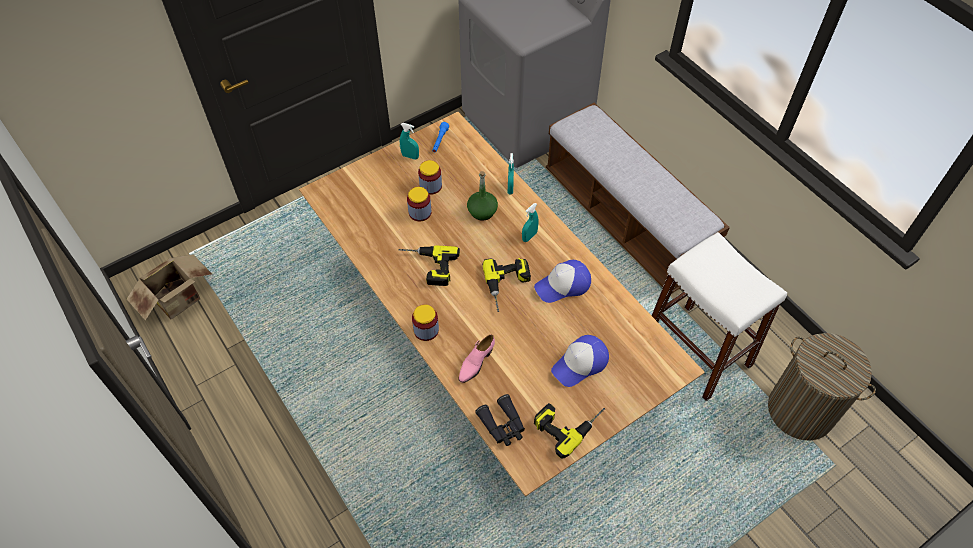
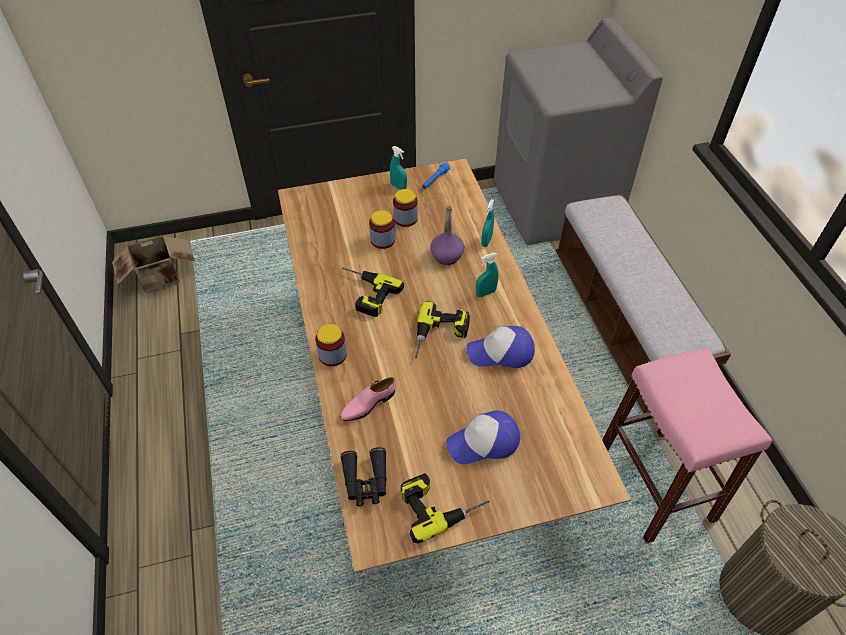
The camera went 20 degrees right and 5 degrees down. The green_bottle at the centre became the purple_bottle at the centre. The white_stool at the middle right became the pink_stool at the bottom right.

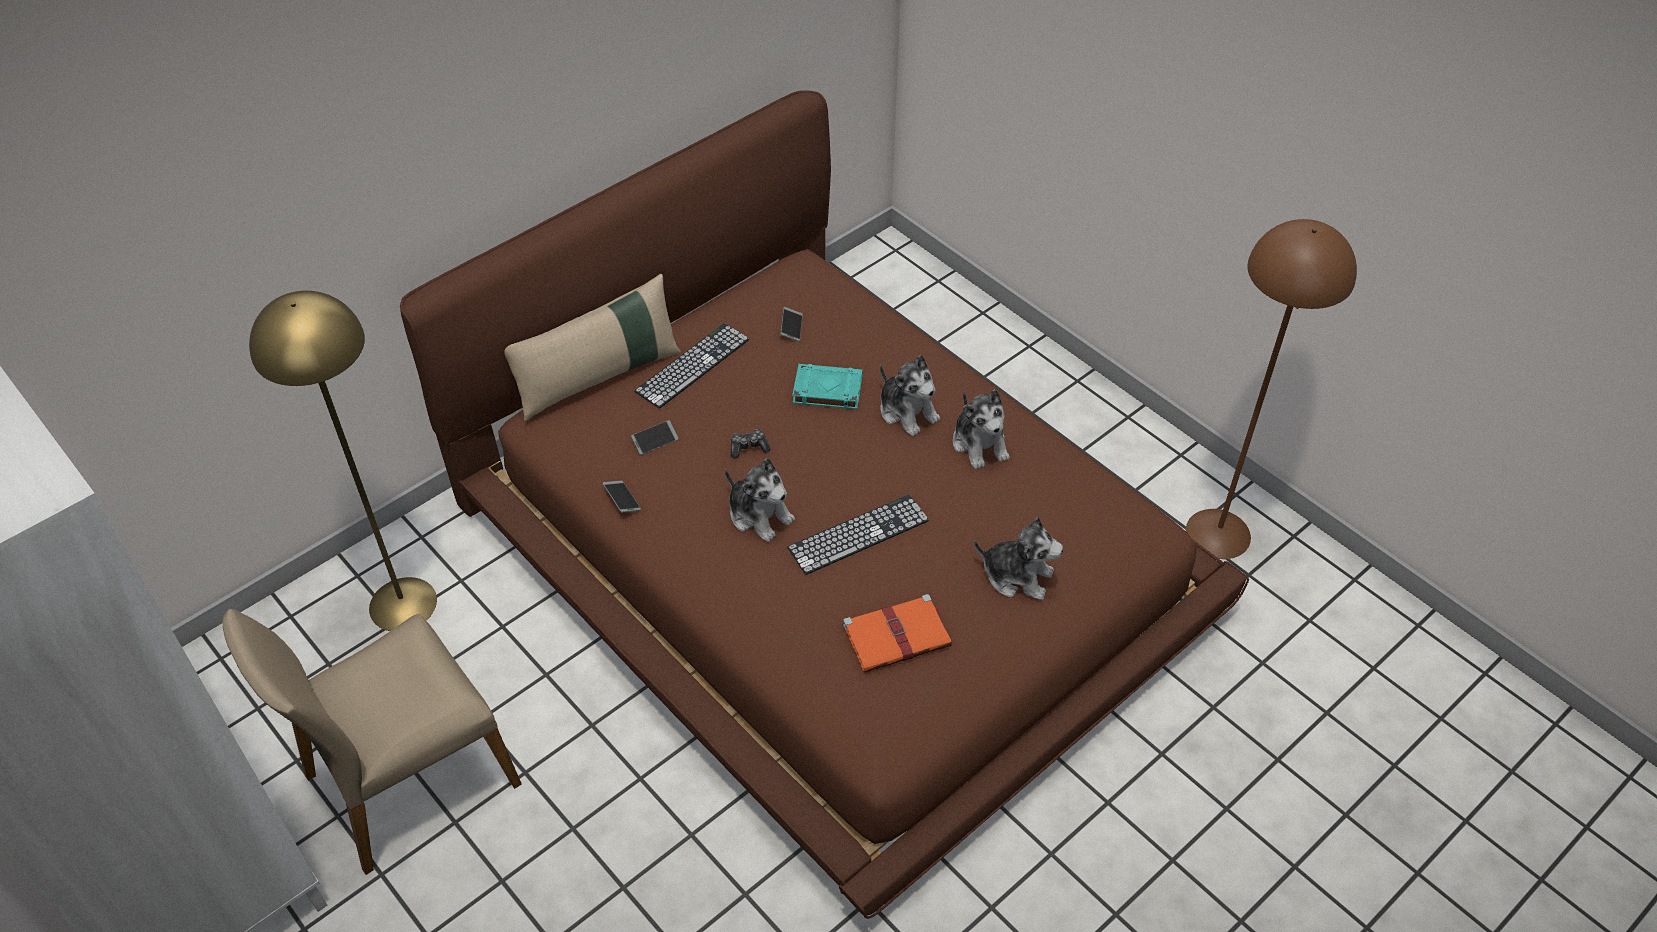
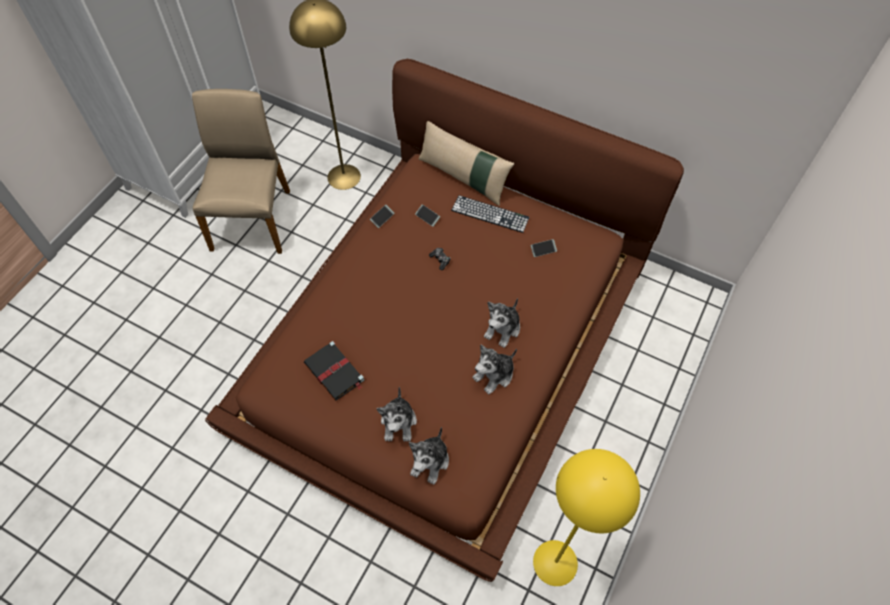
The camera went 70 degrees right and 10 degrees up. The beige_chair at the bottom left turned 60 degrees clockwise. The orange_book at the bottom centre became the black_book at the centre. The plush_toy (1st from left in the first image) moved from the centre to the bottom centre. The brown_floor_lamp at the middle right became the yellow_floor_lamp (2nd from left) at the bottom centre. The keyboard (2nd from left) at the centre disappeared. The turquoise_book at the centre disappeared.

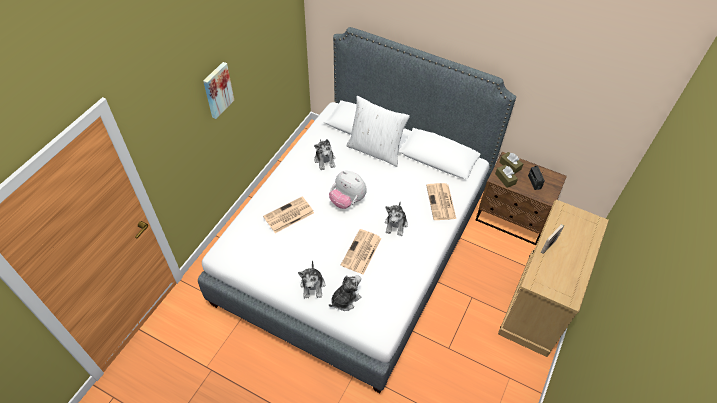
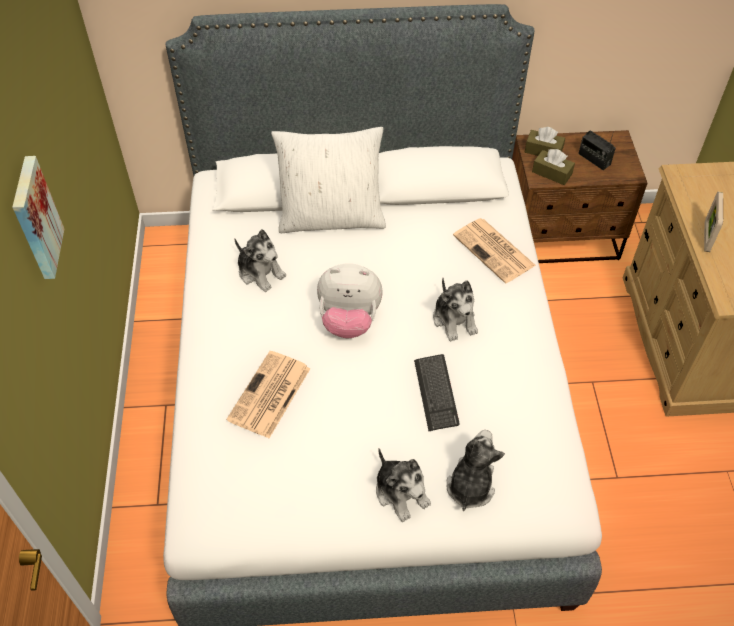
The camera went 30 degrees left and 0 degrees up. The newspaper (2nd from left) at the centre was replaced by the keyboard at the centre.

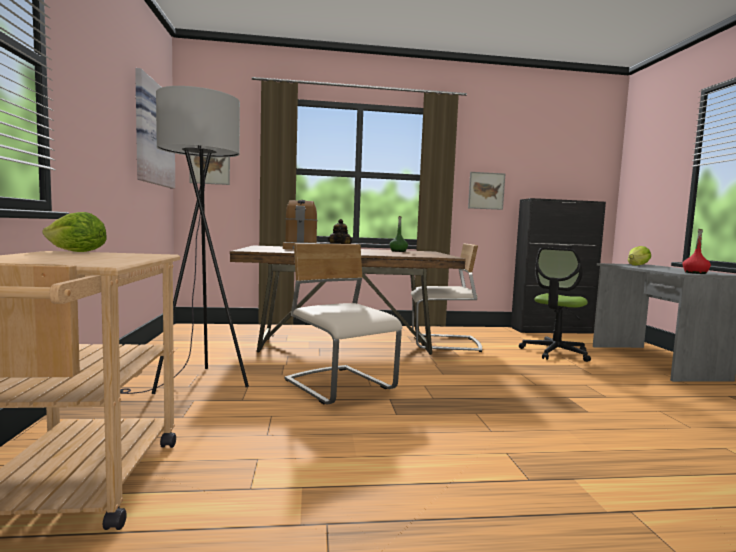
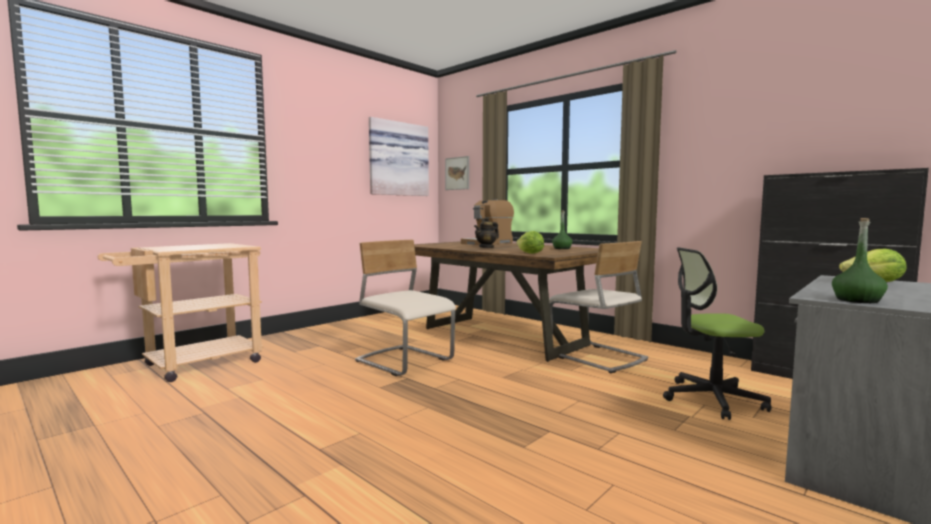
The camera went 50 degrees right and 0 degrees up. The beige_chair (1st from left) at the centre turned 60 degrees counterclockwise. The lettuce (1st from left) moved from the middle left to the centre. The red_bottle at the middle right became the green_bottle (2nd from left) at the middle right. The grey_floor_lamp at the middle left disappeared. The picture (3rd from left) at the centre disappeared.

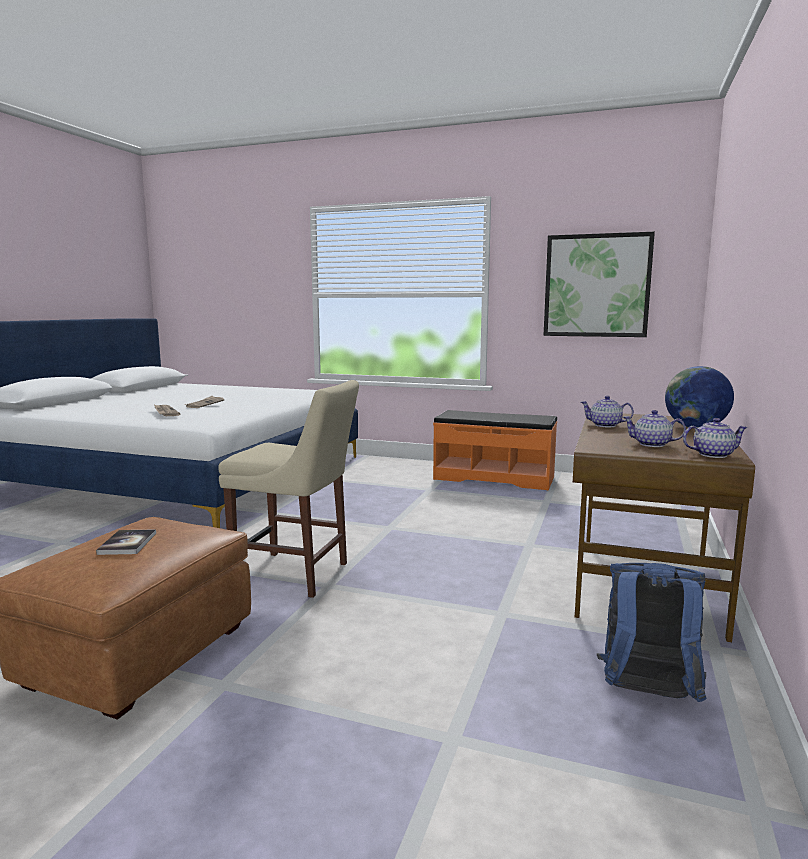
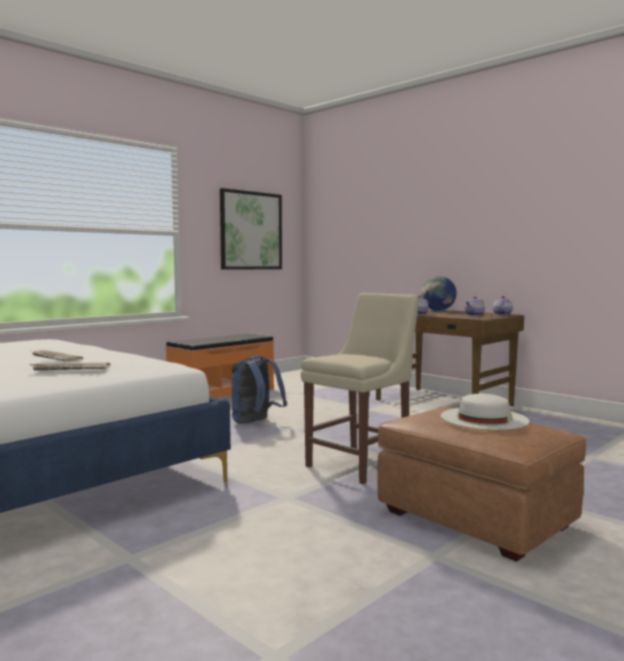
The camera went 65 degrees left and 5 degrees down. The blue_backpack moved from the bottom right to the centre. The book at the middle left was replaced by the white_hat at the middle right.

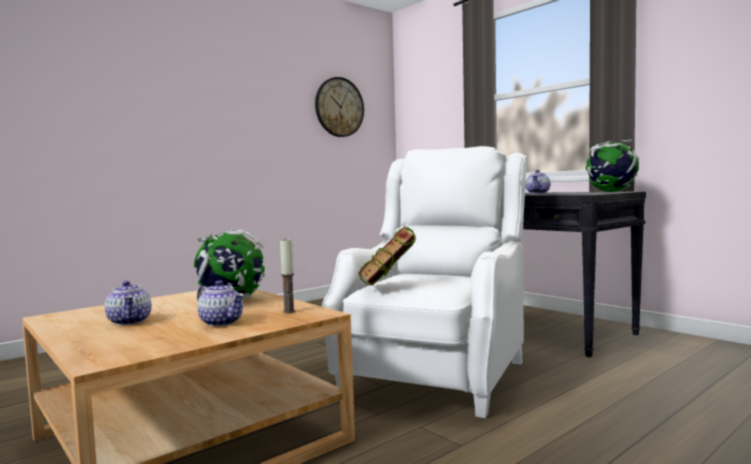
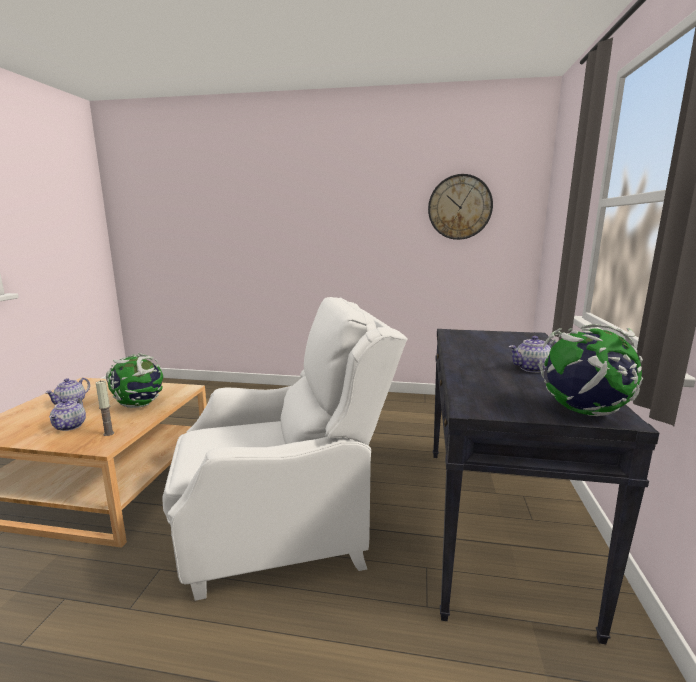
The camera went 50 degrees right and 10 degrees up. The book at the centre disappeared.

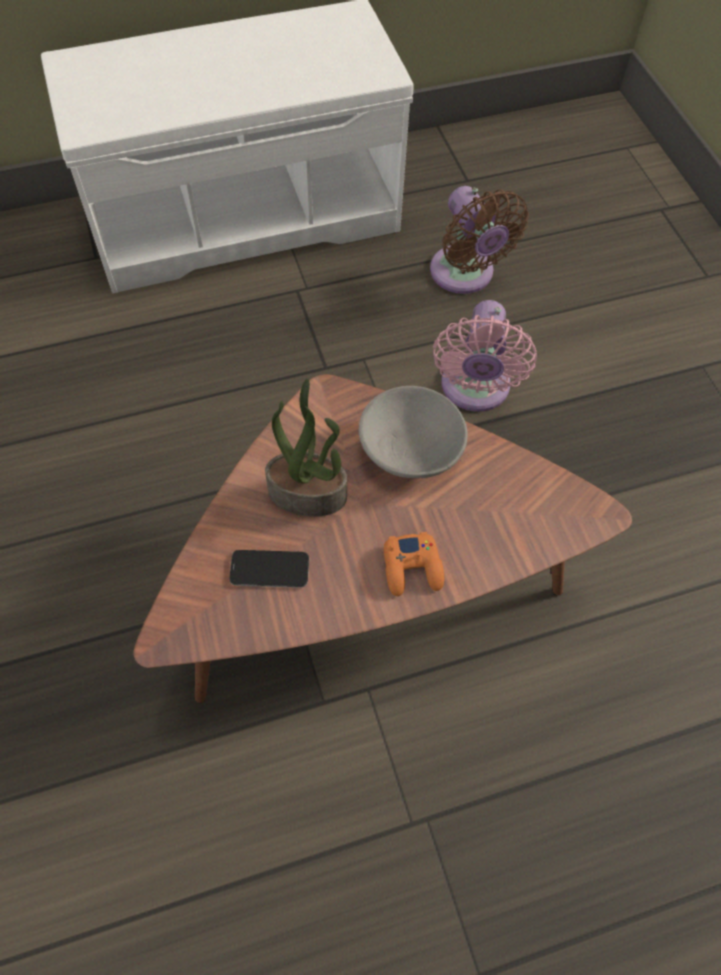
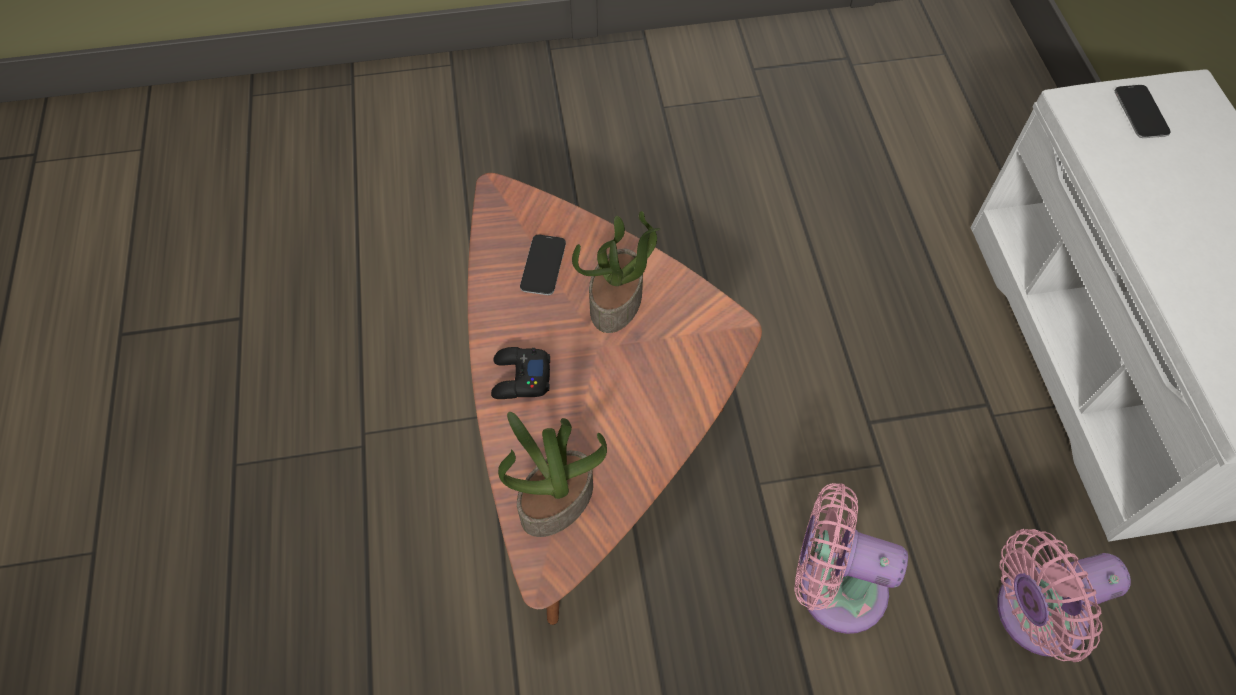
The camera went 100 degrees right and 0 degrees up. The orange_game_controller at the centre became the black_game_controller at the centre. The potted_plant (1st from left) at the bottom centre appeared. The brown_fan at the top centre became the pink_fan (2nd from left) at the bottom right. The phone (2nd from left) at the top right appeared. The grey_bowl at the centre disappeared.

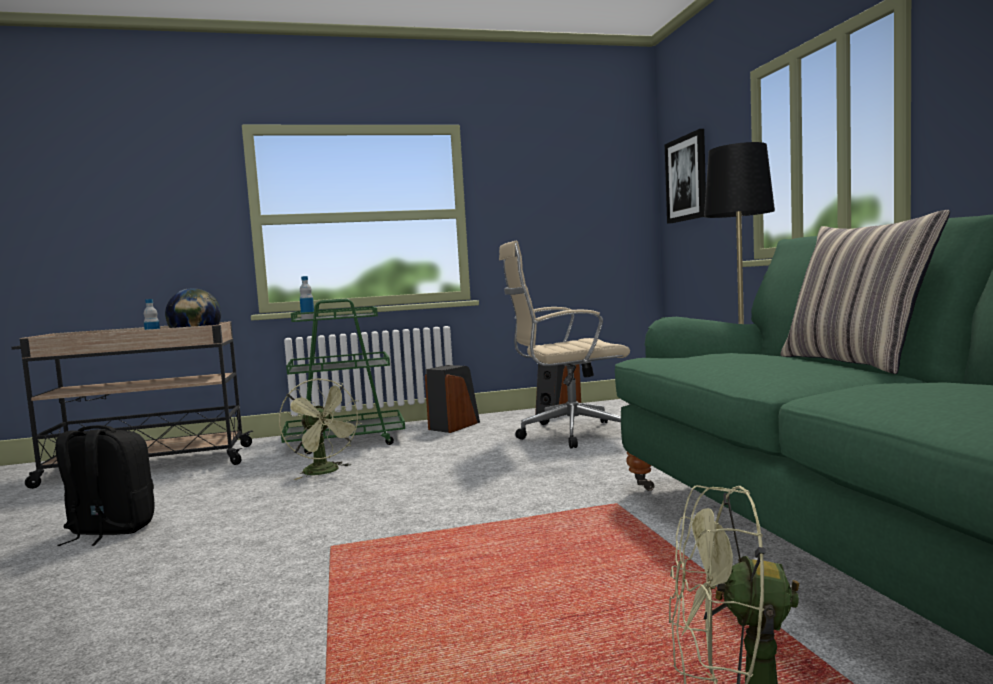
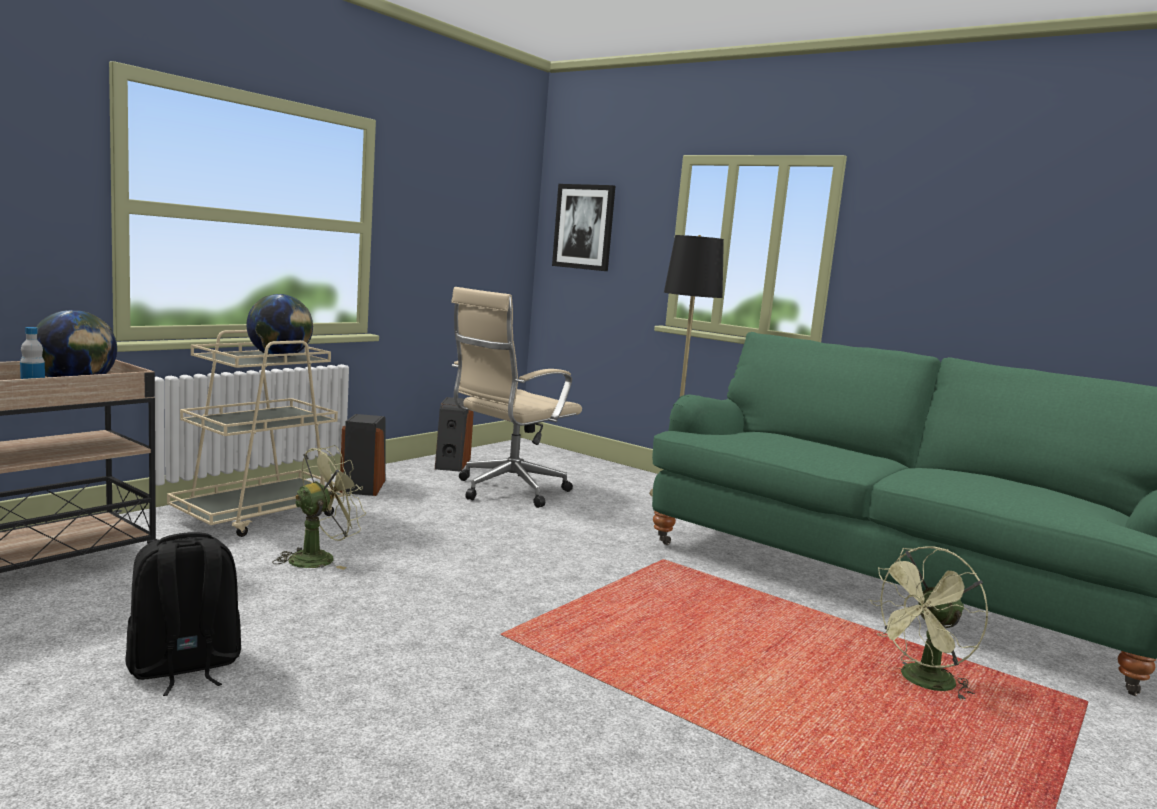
The camera went 40 degrees left and 5 degrees up. The green_cart at the centre became the beige_cart (2nd from left) at the middle left. The globe (2nd from left) at the middle left appeared. The green_fan (1st from left) at the middle left turned 60 degrees counterclockwise. The bottle (2nd from left) at the middle left disappeared. The pillow at the middle right disappeared.

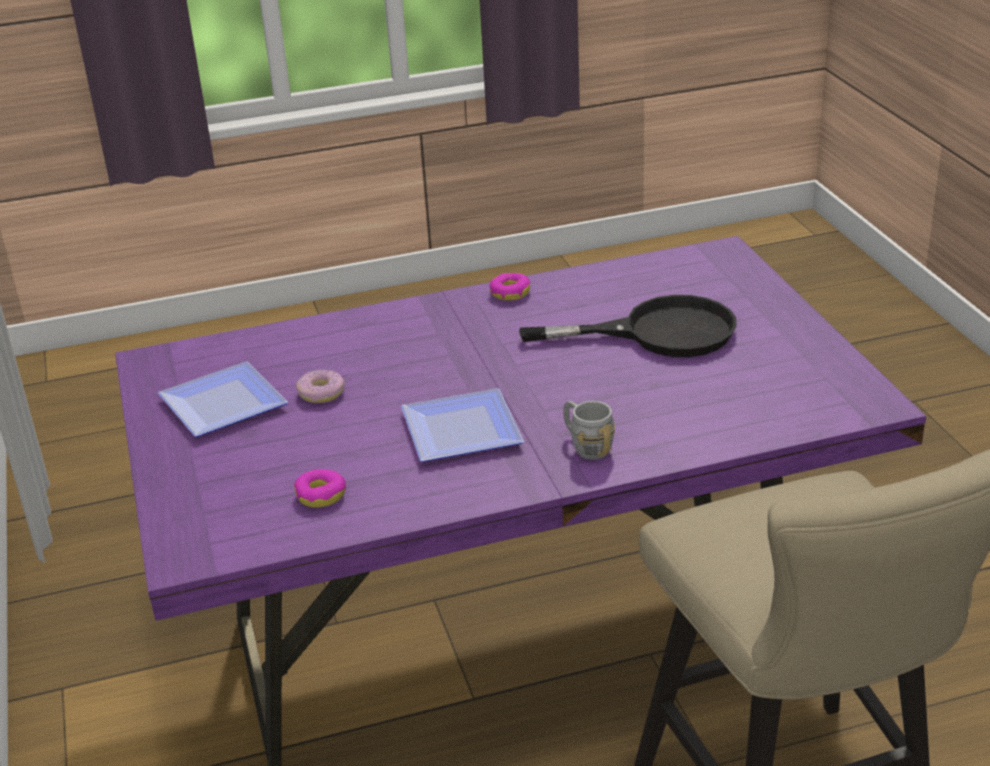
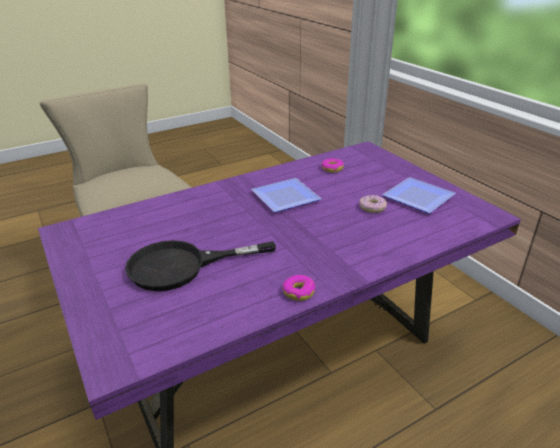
The camera went 165 degrees right and 0 degrees up. The grey_mug at the centre disappeared.

